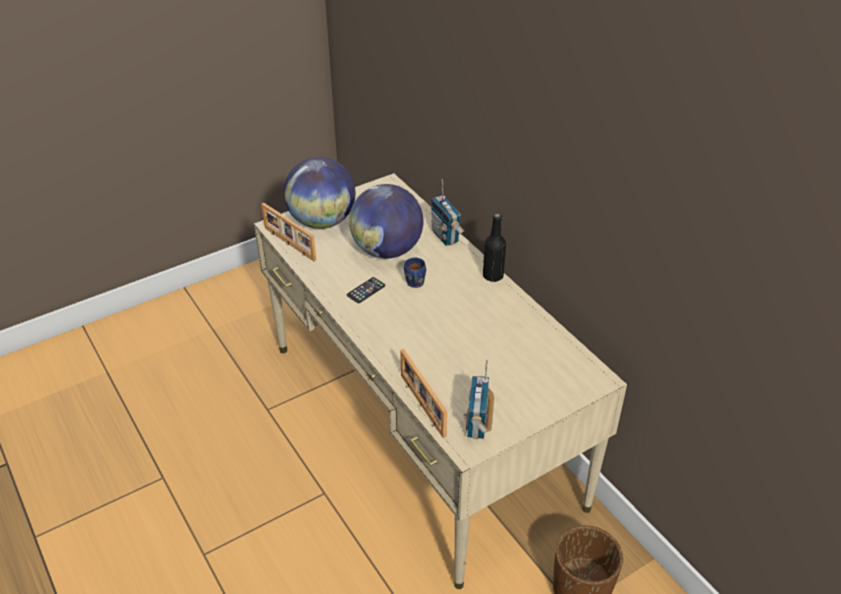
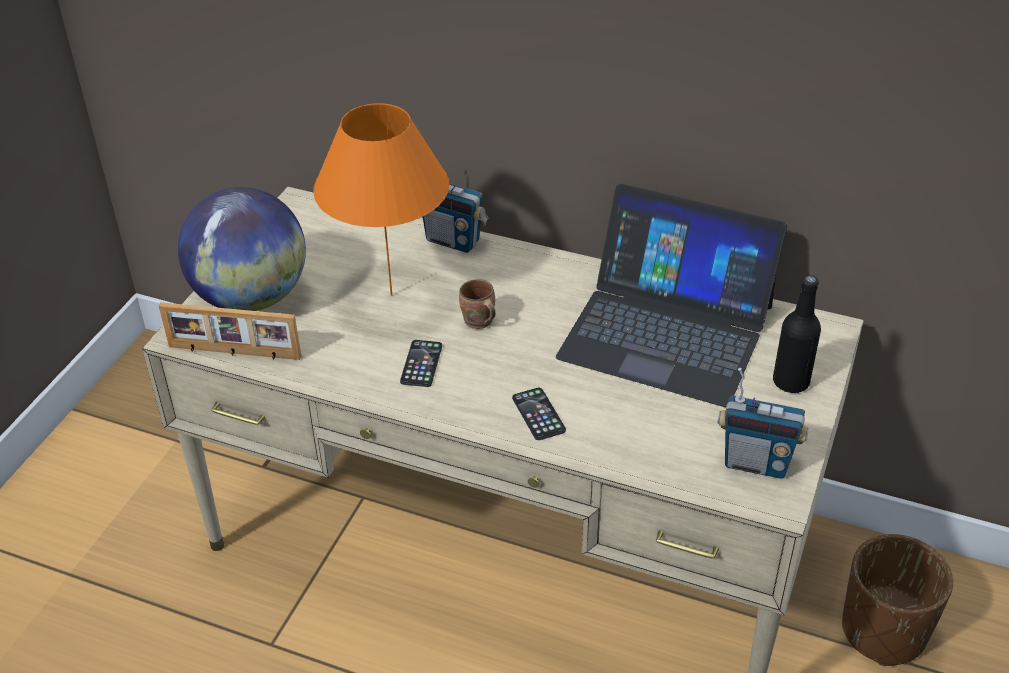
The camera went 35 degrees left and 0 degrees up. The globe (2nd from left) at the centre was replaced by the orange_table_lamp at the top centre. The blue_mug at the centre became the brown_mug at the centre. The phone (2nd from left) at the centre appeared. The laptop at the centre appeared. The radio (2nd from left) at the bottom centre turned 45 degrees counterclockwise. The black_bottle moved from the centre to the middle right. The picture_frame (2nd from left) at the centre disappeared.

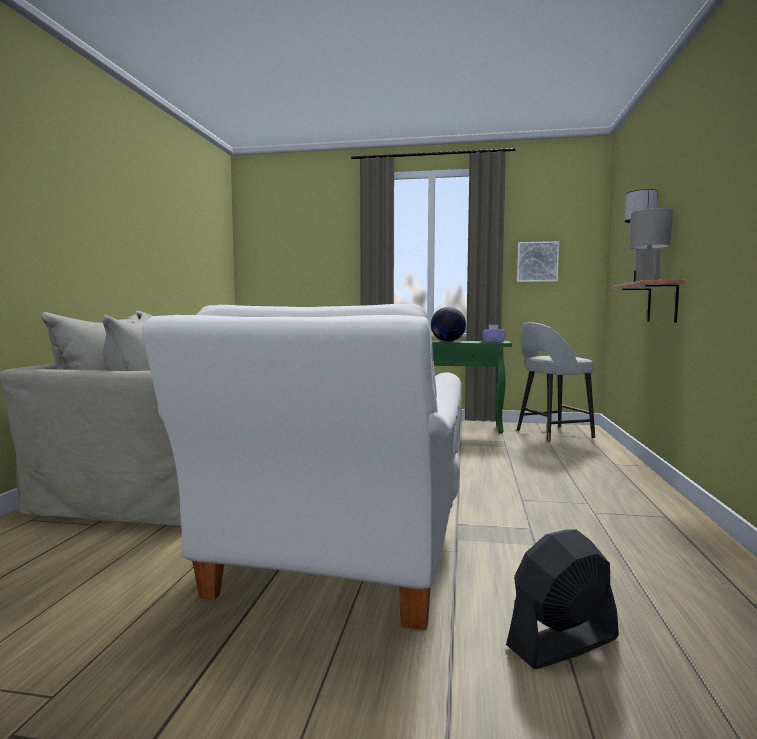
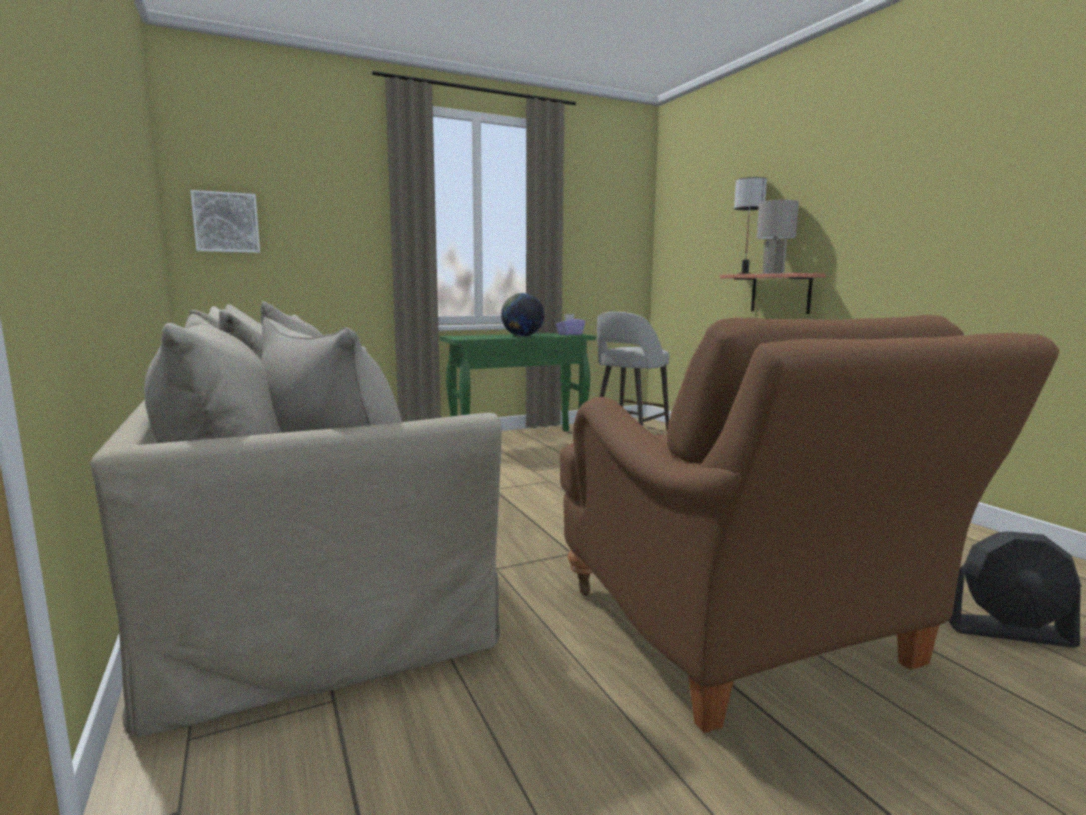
The camera went 35 degrees left and 5 degrees up. The picture moved from the middle right to the top left. The white_armchair at the centre became the brown_armchair at the middle right. The black_fan at the bottom right turned 105 degrees counterclockwise.

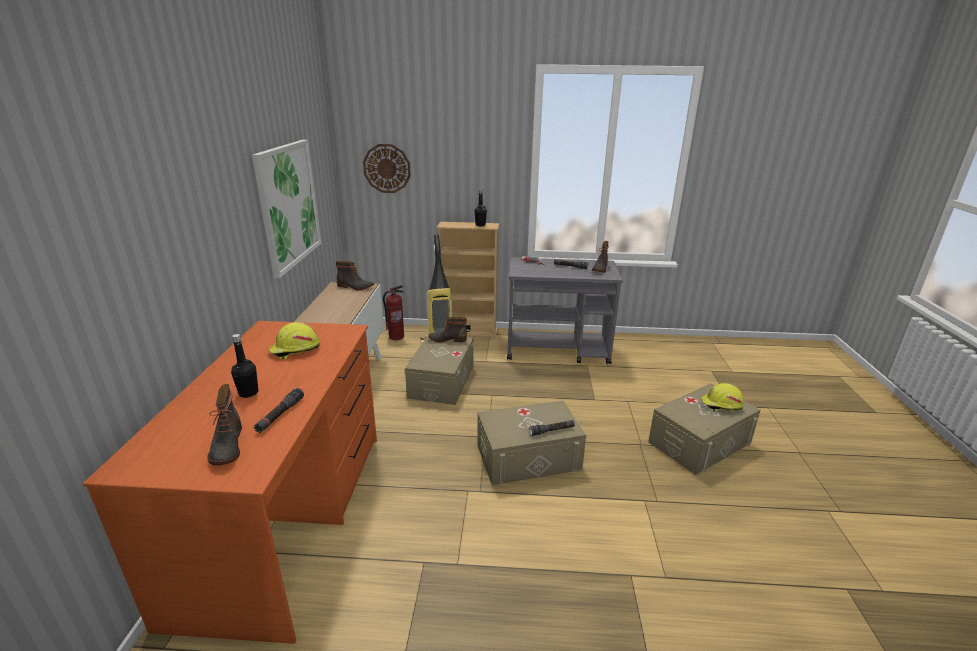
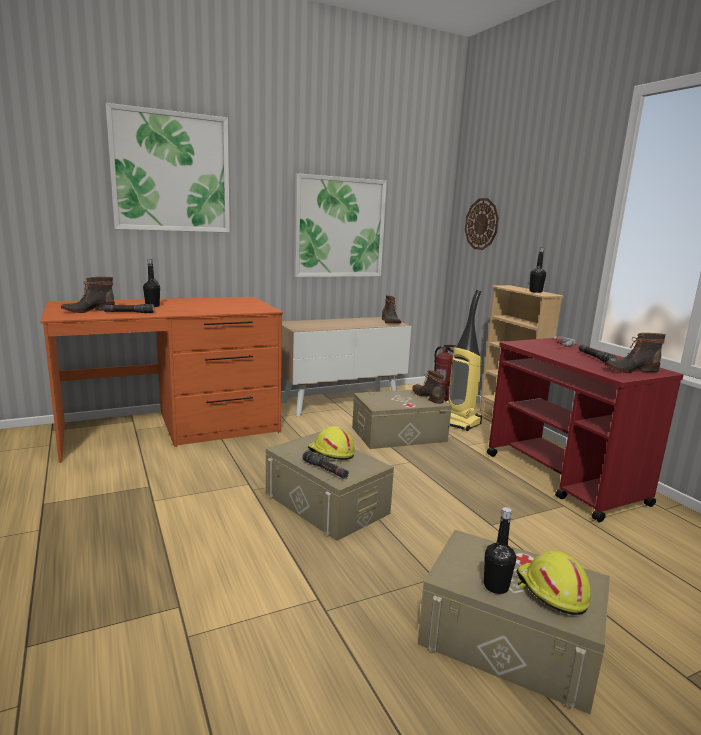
The camera went 60 degrees right and 10 degrees down. The picture (1st from left) at the top left appeared. The yellow_hard_hat (1st from left) moved from the middle left to the centre. The black_bottle (2nd from left) at the bottom right appeared. The grey_cart at the centre became the red_cart at the middle right.

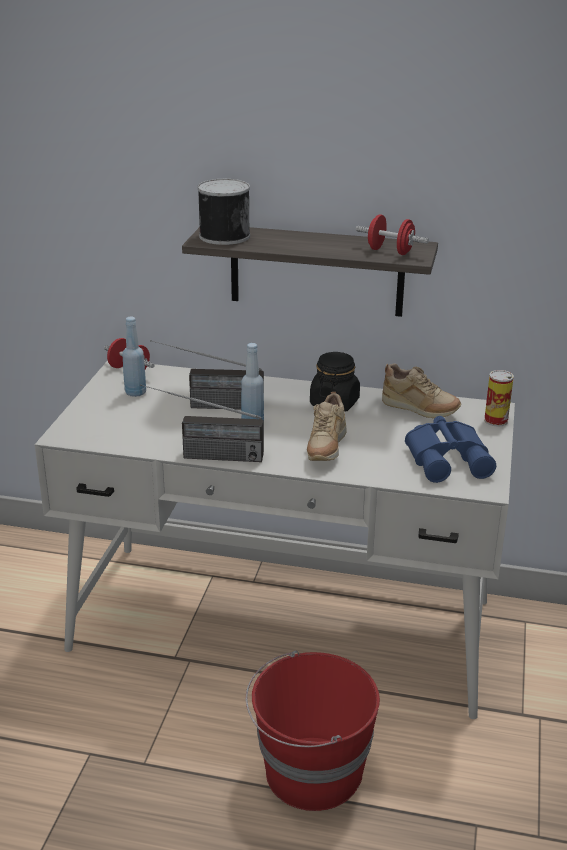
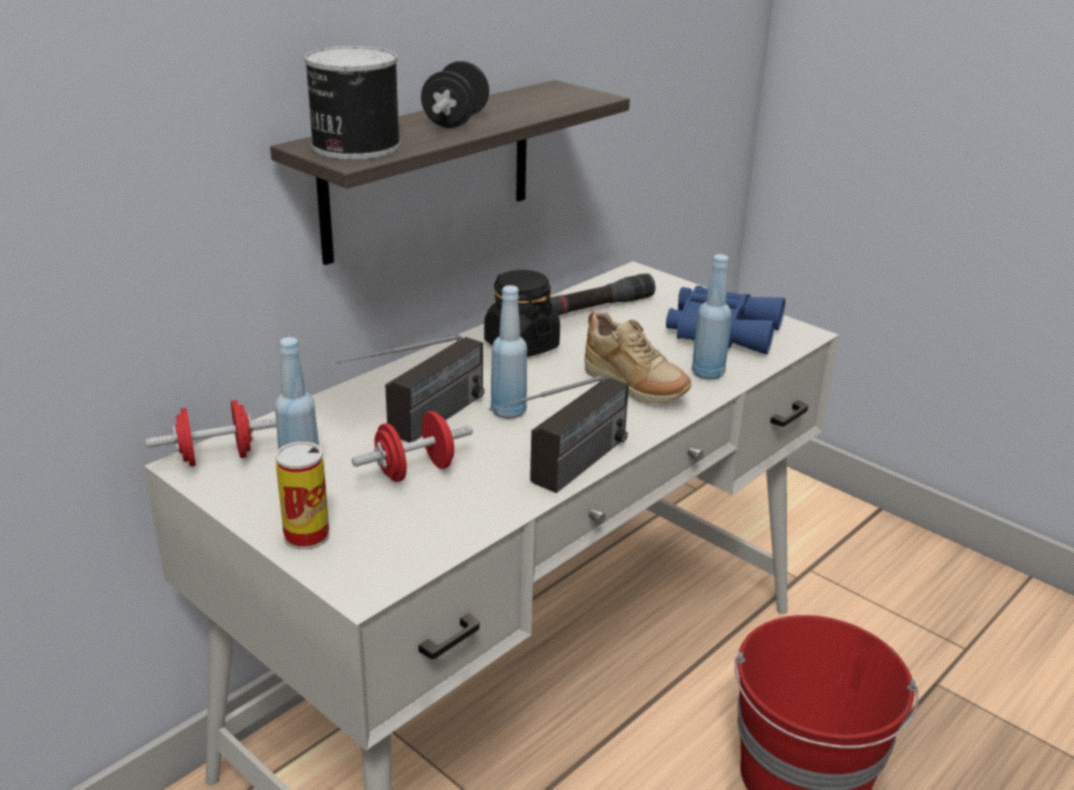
The camera went 60 degrees left and 0 degrees up. The can (2nd from left in the first image) moved from the middle right to the middle left. The red_dumbbell (2nd from left) moved from the top right to the centre. The black_dumbbell at the top centre appeared. The beige_shoe (2nd from left) at the middle right was replaced by the black_flashlight at the centre. The blue_bottle (3rd from left) at the centre appeared.

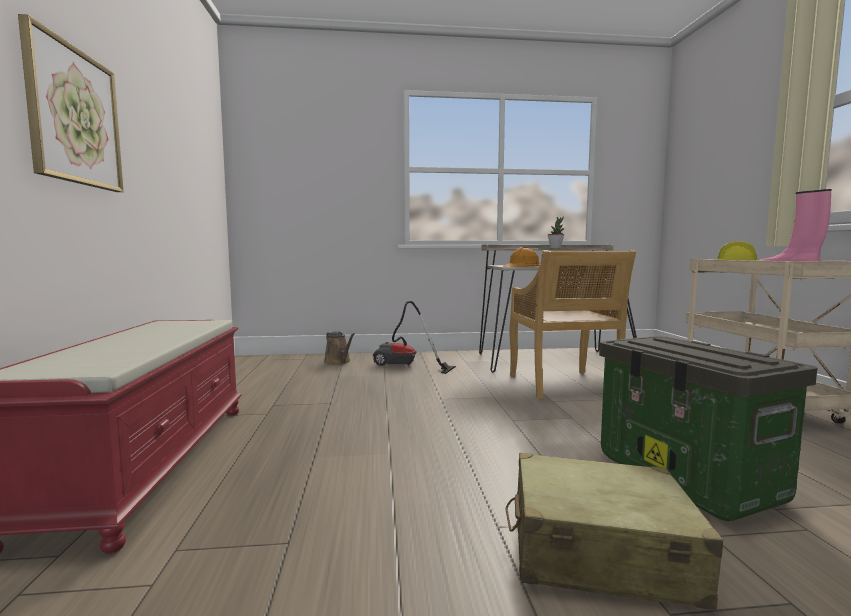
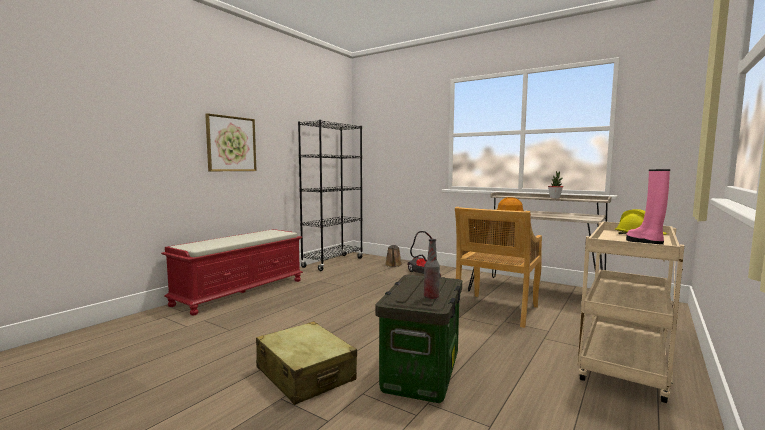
The camera went 40 degrees right and 0 degrees up. The black_bookcase at the centre appeared. The bottle at the centre appeared.

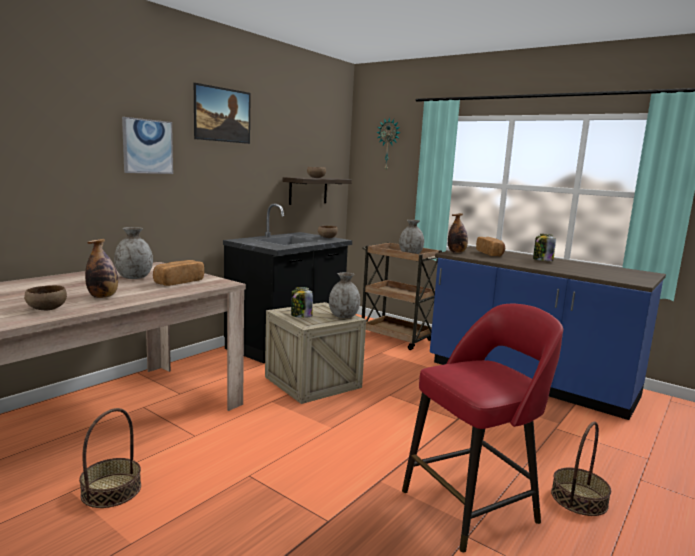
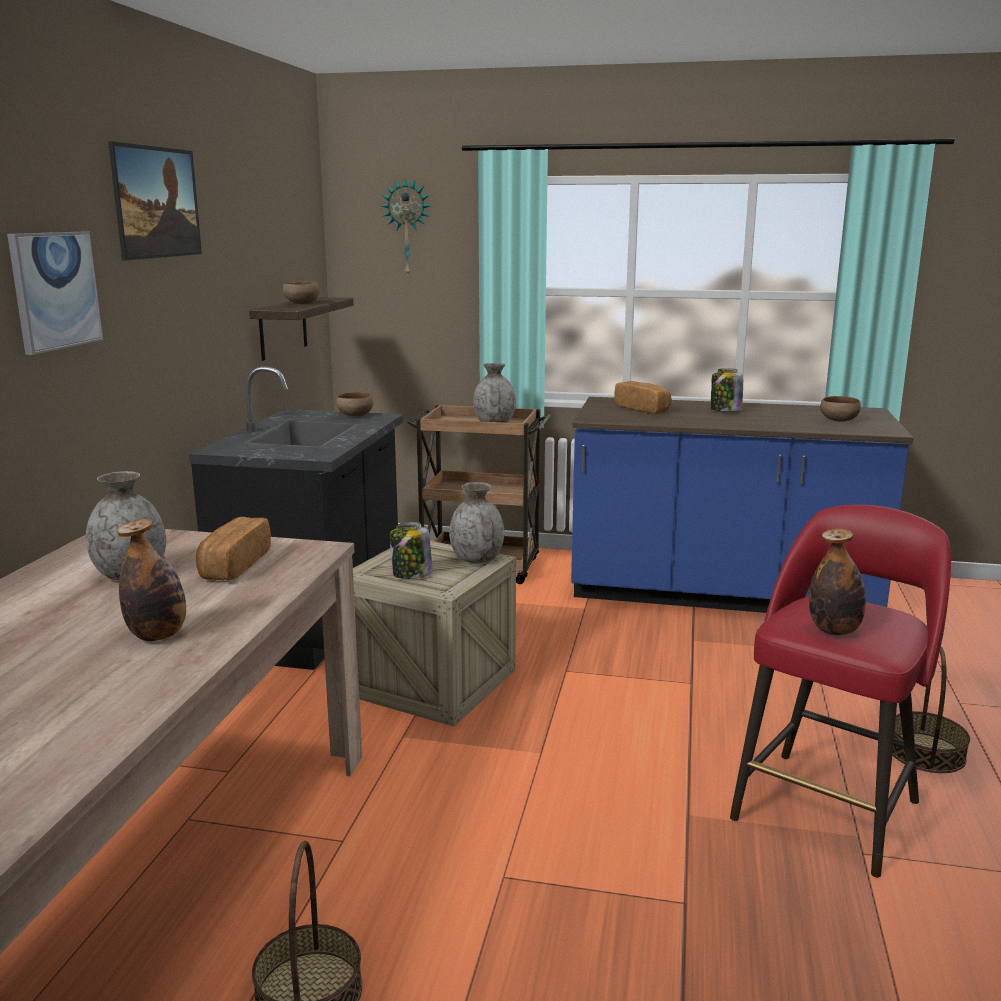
The camera went 25 degrees left and 5 degrees up. The bottle (2nd from left) moved from the centre to the middle right. The brown_bowl (1st from left in the first image) moved from the middle left to the middle right.

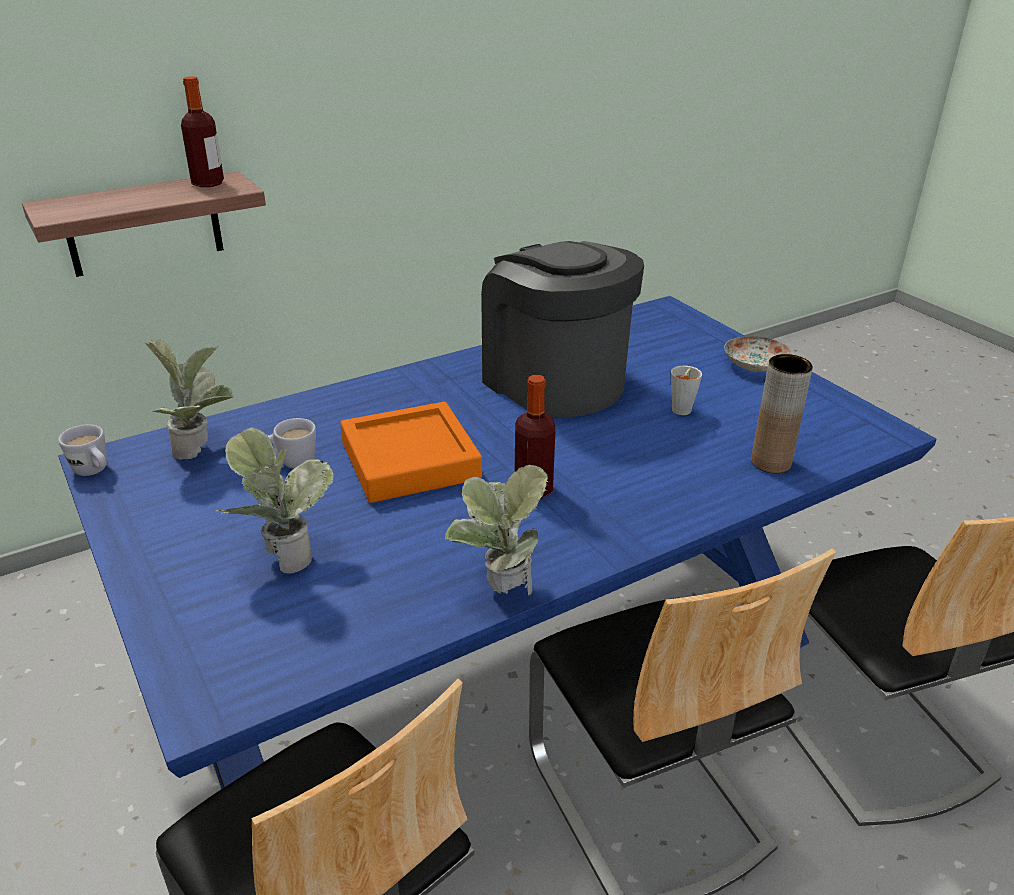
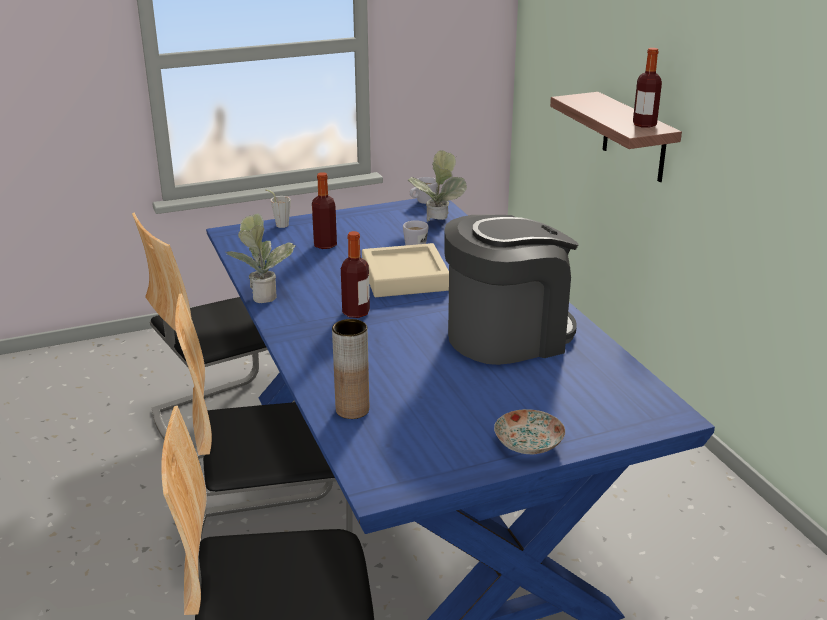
The camera went 100 degrees right and 5 degrees down. The grey_cup moved from the middle right to the centre. The potted_plant (2nd from left) at the middle left was replaced by the bottle (1st from left) at the centre. The orange_tray at the centre became the beige_tray at the centre.

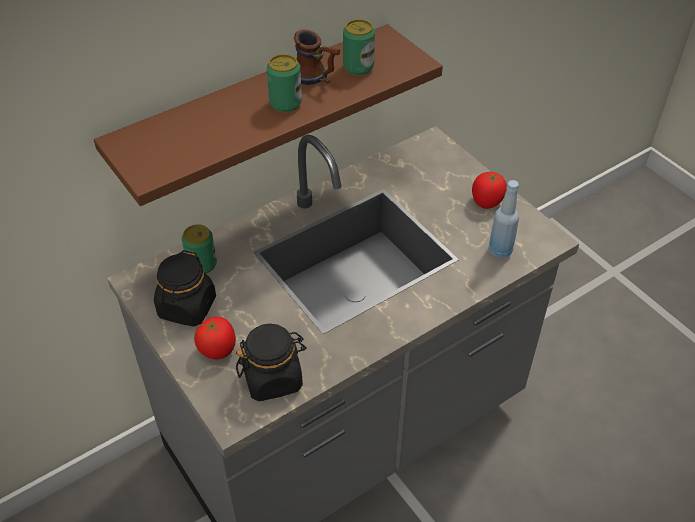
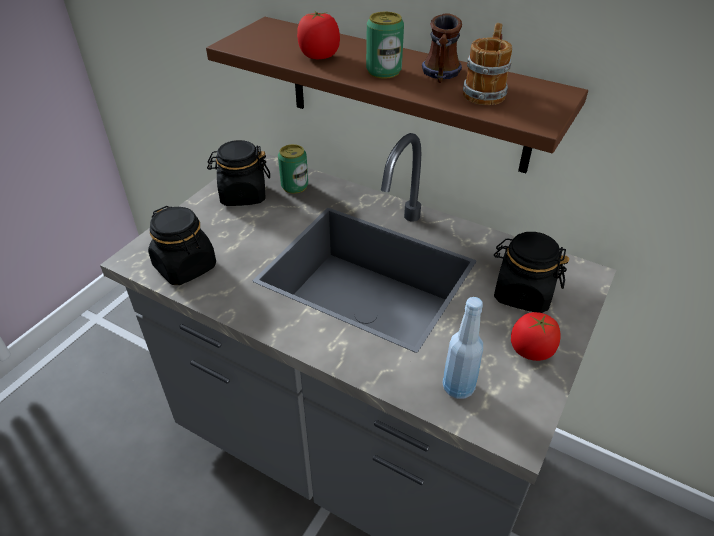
The camera went 65 degrees right and 5 degrees down. The tomato (1st from left) moved from the middle left to the top centre. The can (3rd from left) at the top centre was replaced by the mug (2nd from left) at the top right. The black_jar (3rd from left) at the middle right appeared.

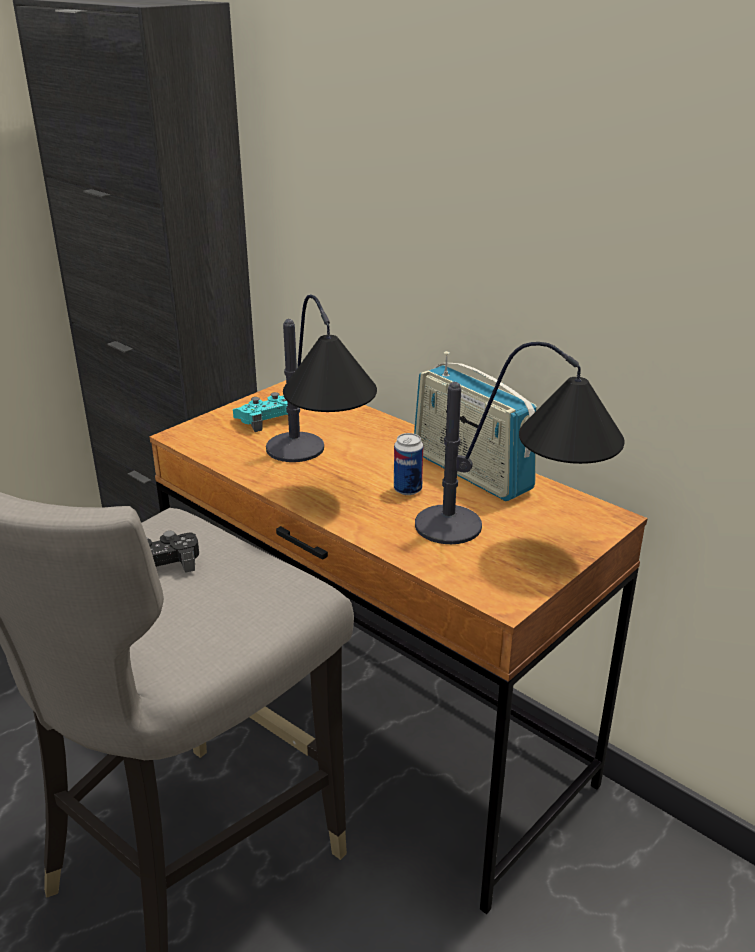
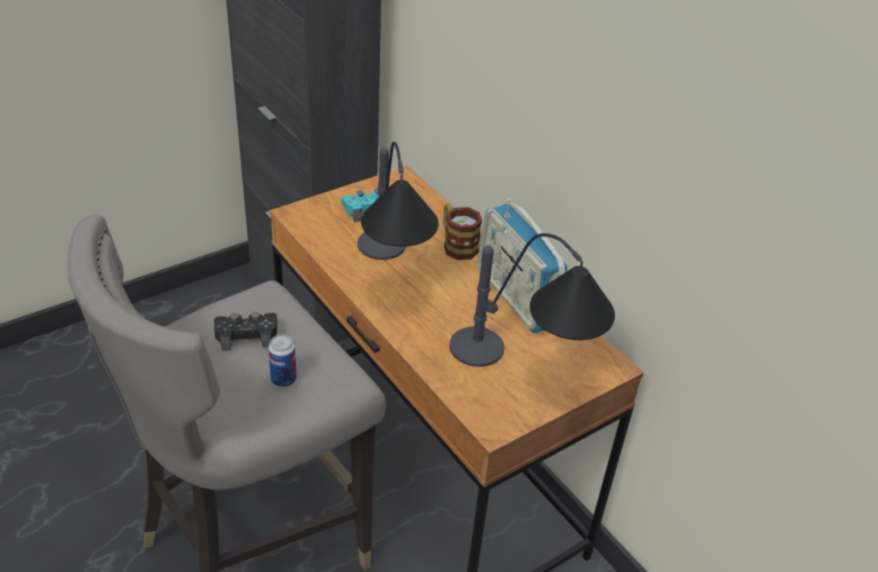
The camera went 10 degrees right and 10 degrees up. The can moved from the centre to the middle left. The mug at the centre appeared.

